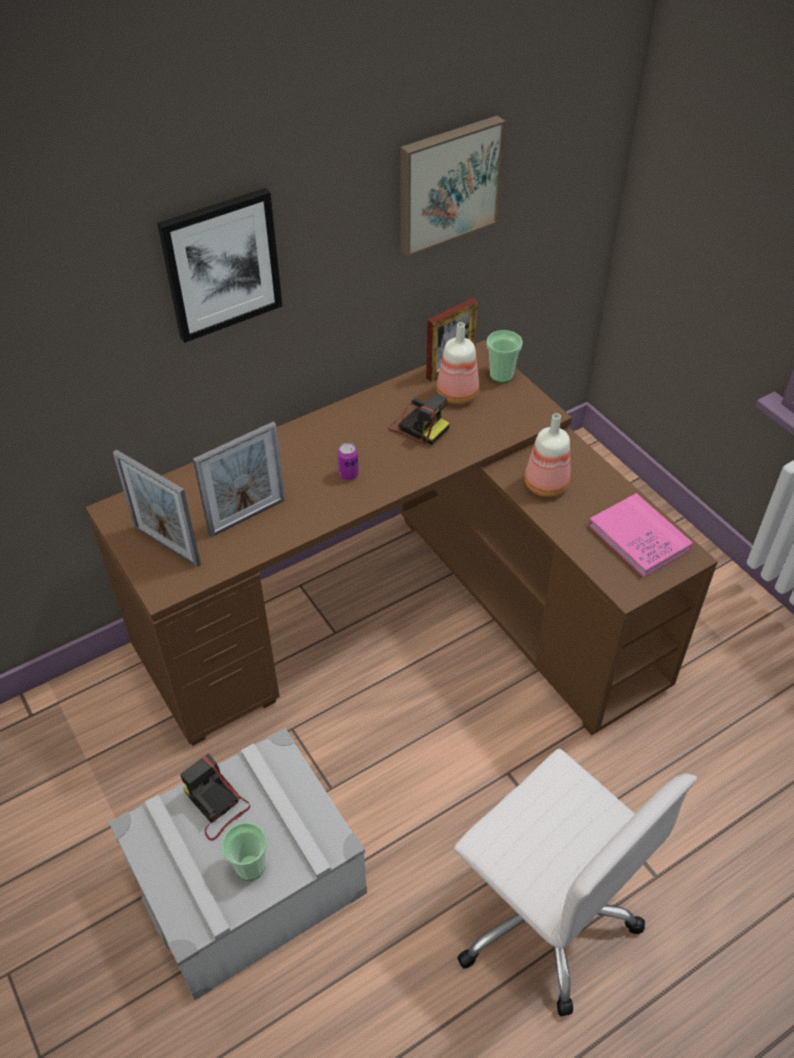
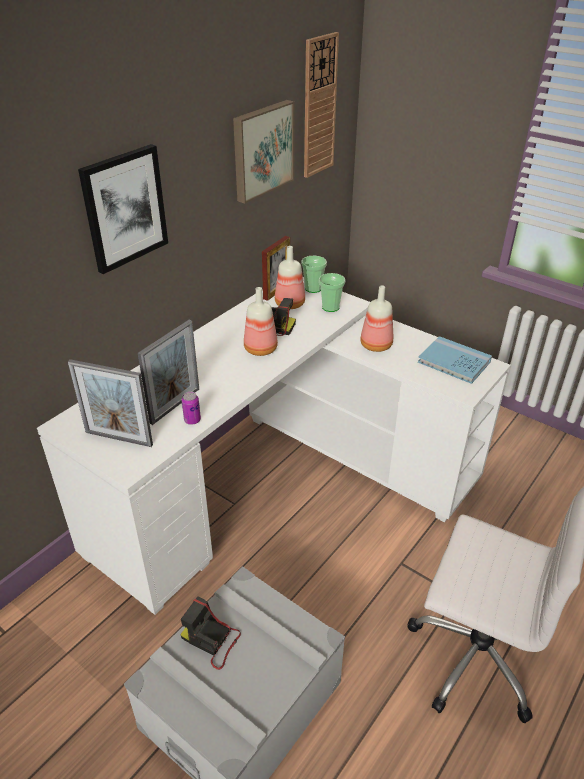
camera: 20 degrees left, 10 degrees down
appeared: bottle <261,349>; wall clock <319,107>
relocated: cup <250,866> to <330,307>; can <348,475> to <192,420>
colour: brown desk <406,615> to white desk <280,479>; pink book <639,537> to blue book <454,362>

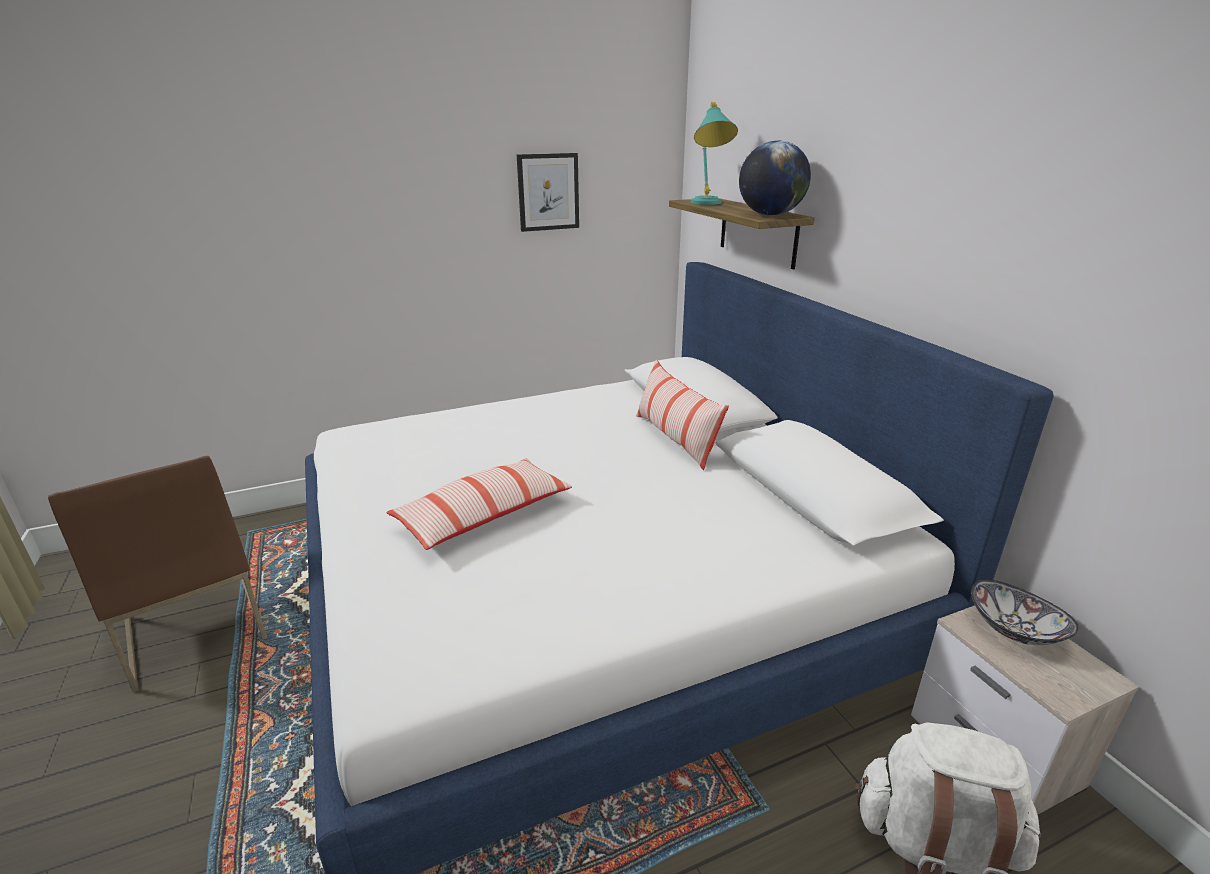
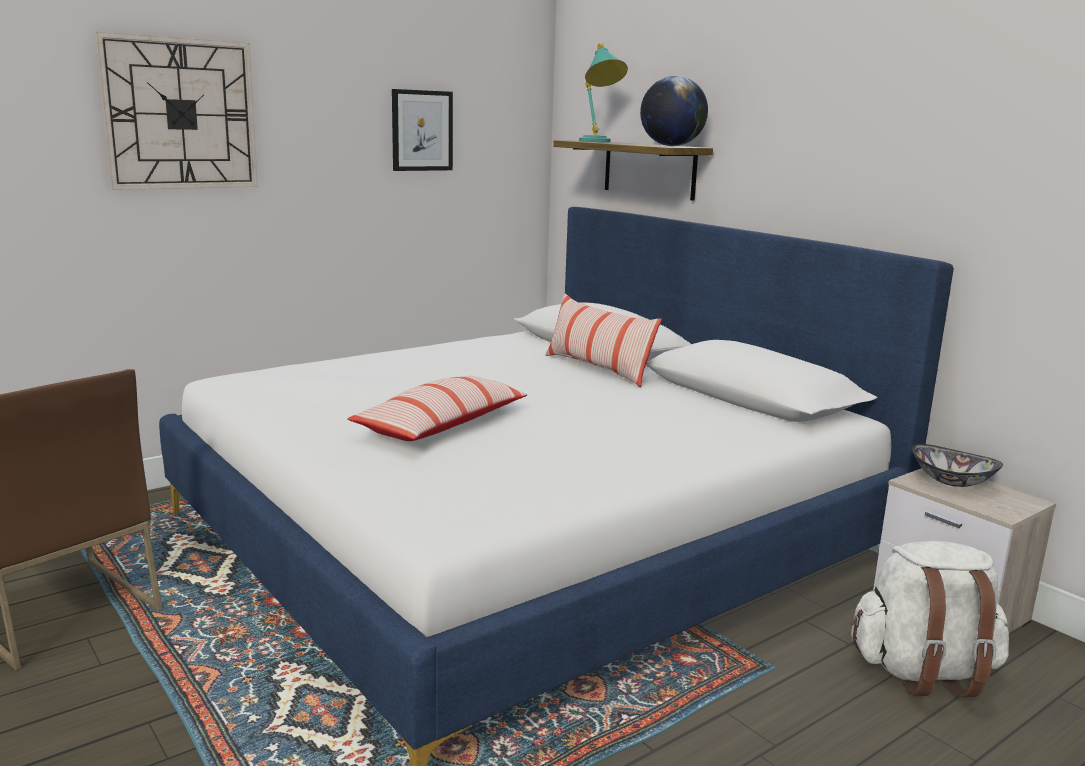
camera: 15 degrees left, 10 degrees down
appeared: wall clock <180,114>

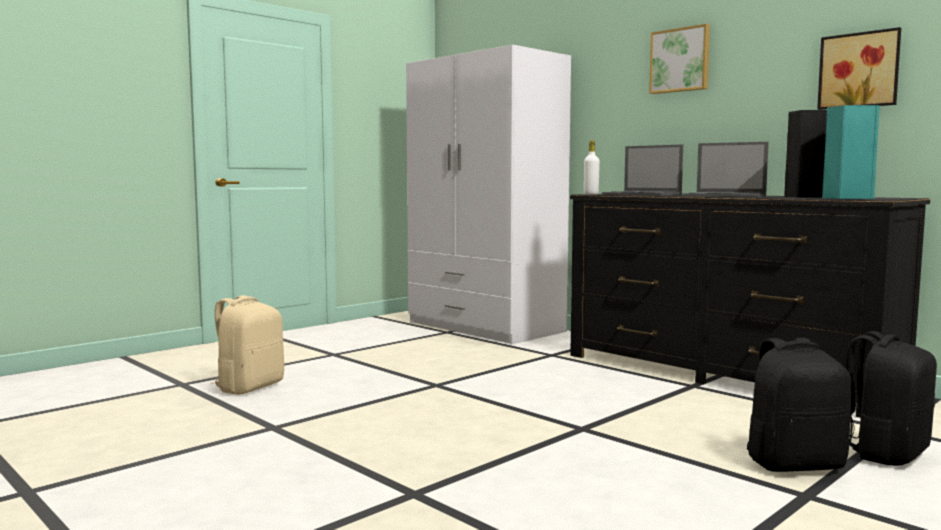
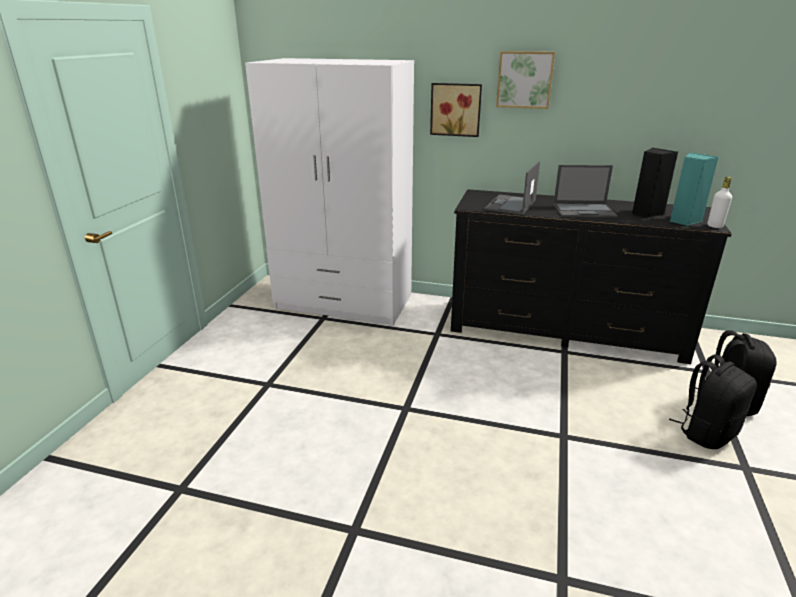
camera: 30 degrees left, 20 degrees up
missing: beige backpack <249,387>
relocated: white bottle <591,194> to <715,226>; picture <859,70> to <456,109>
spun: laptop <642,194> = <510,205> 105 degrees clockwise

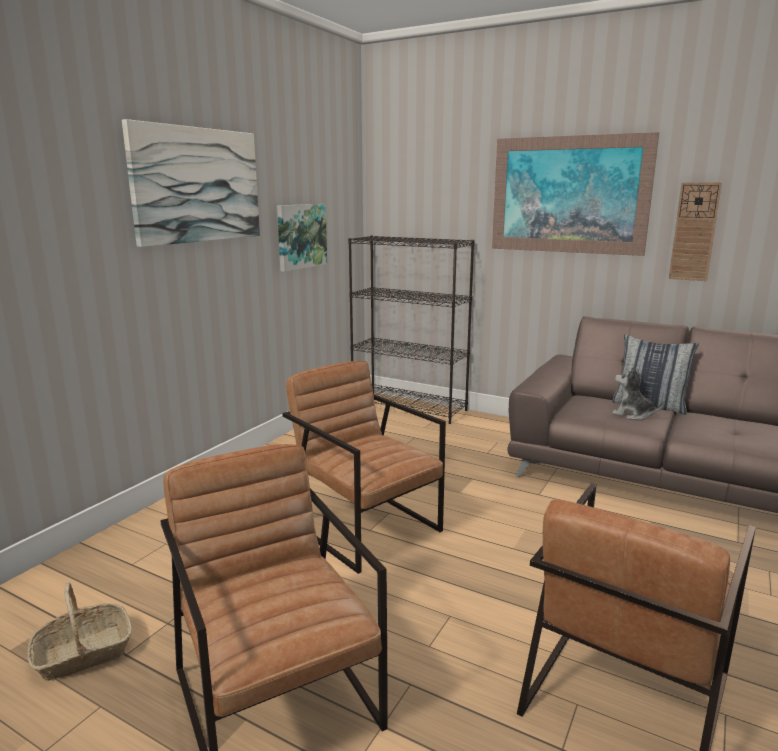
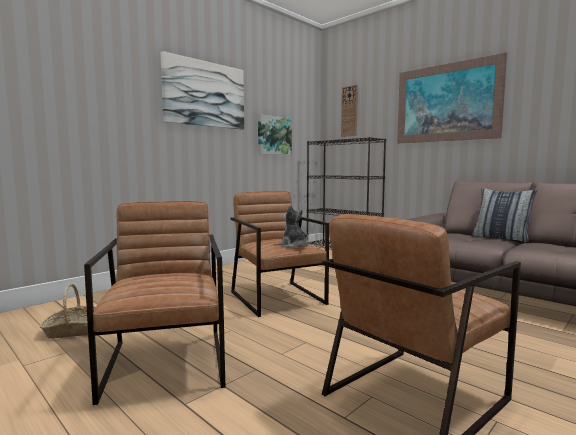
camera: 15 degrees right, 10 degrees down
relocated: plush toy <633,415> to <294,245>; wall clock <694,232> to <349,111>

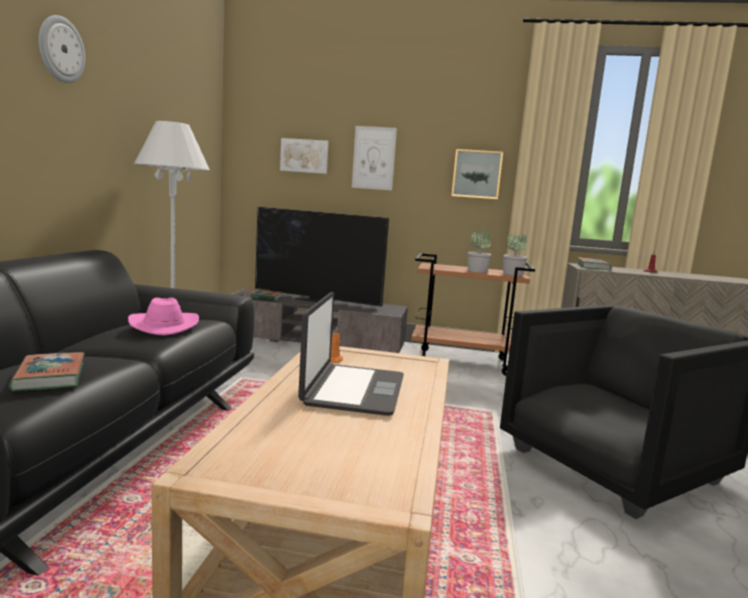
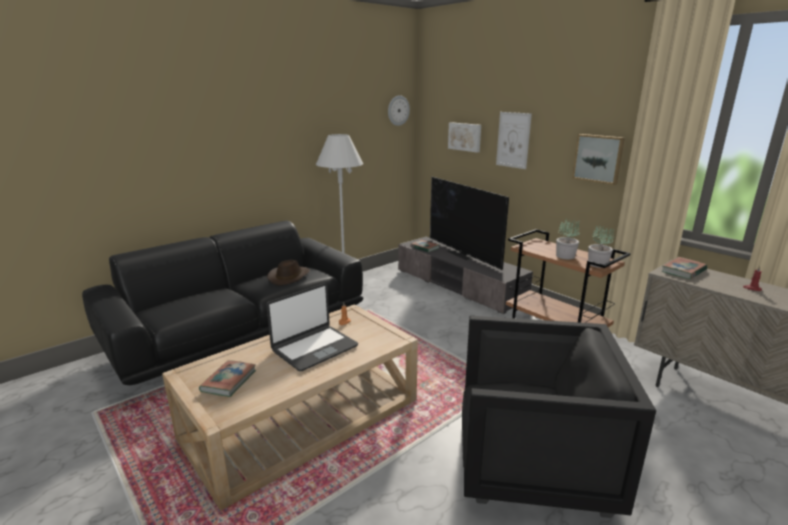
camera: 40 degrees right, 10 degrees up
relocated: book <50,376> to <229,381>; wall clock <61,49> to <398,110>
colour: pink hat <163,325> to brown hat <289,277>

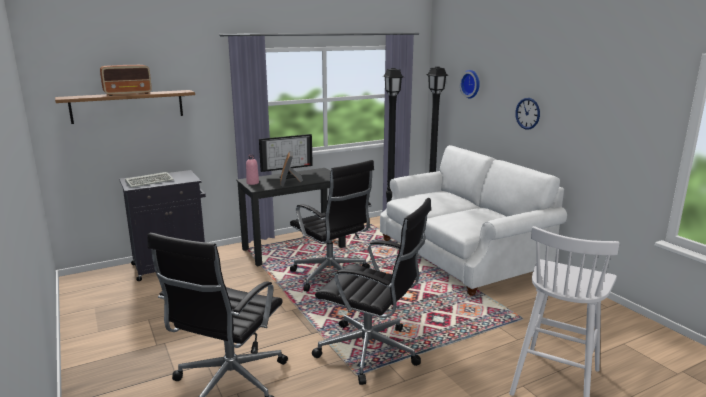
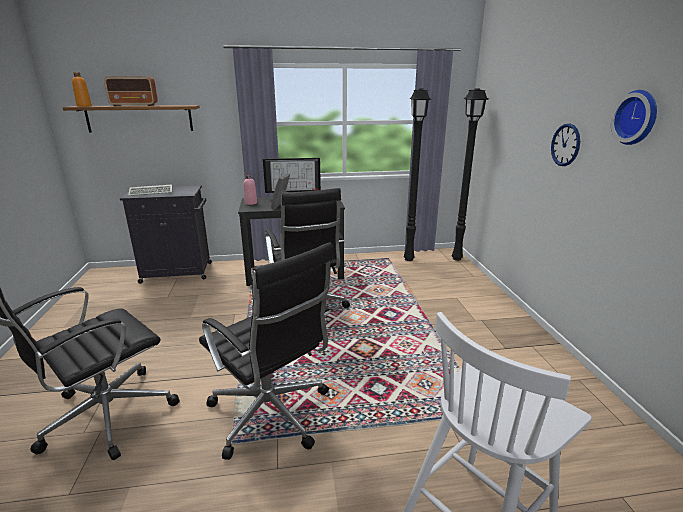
camera: 20 degrees right, 5 degrees up
missing: white sofa <461,255>
appeared: orange bottle <84,106>
relocated: wall clock <471,84> to <637,117>

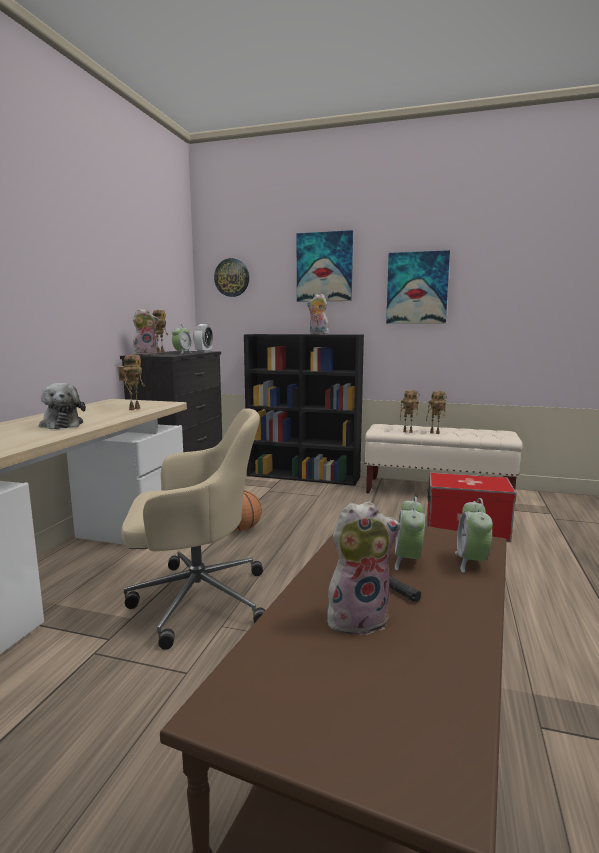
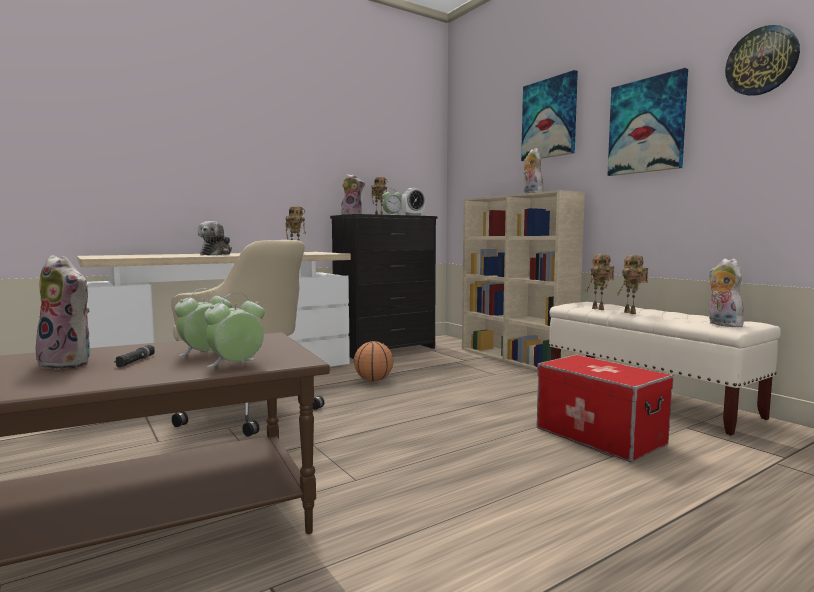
camera: 40 degrees right, 5 degrees down
appeared: plush toy <722,324>
relocated: wall clock <232,277> to <761,61>
colour: black bookcase <304,476> to beige bookcase <516,358>

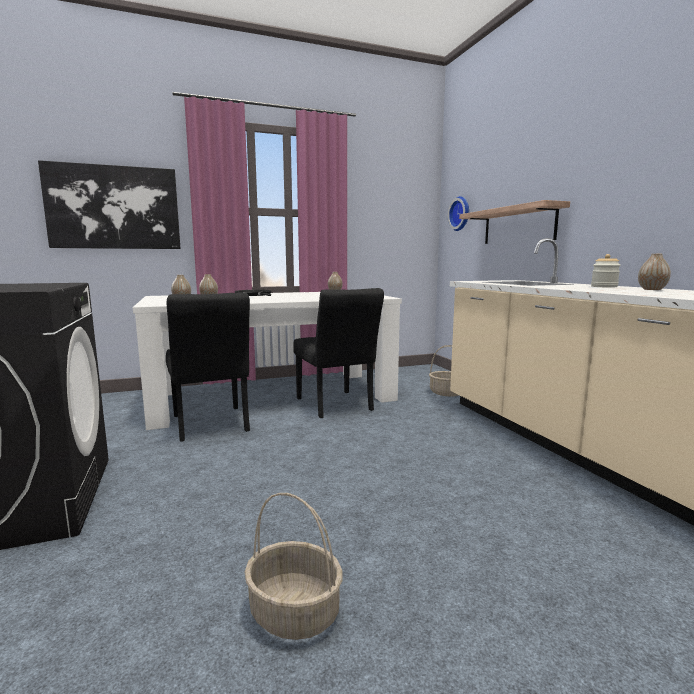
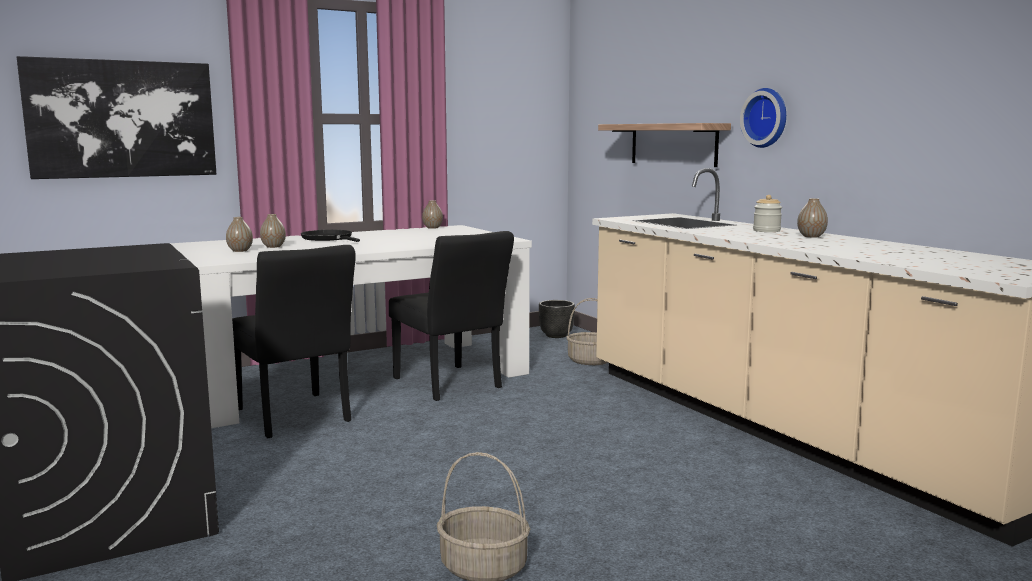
camera: 10 degrees left, 0 degrees up
appeared: black planter <555,335>
relocated: wall clock <461,213> to <767,118>

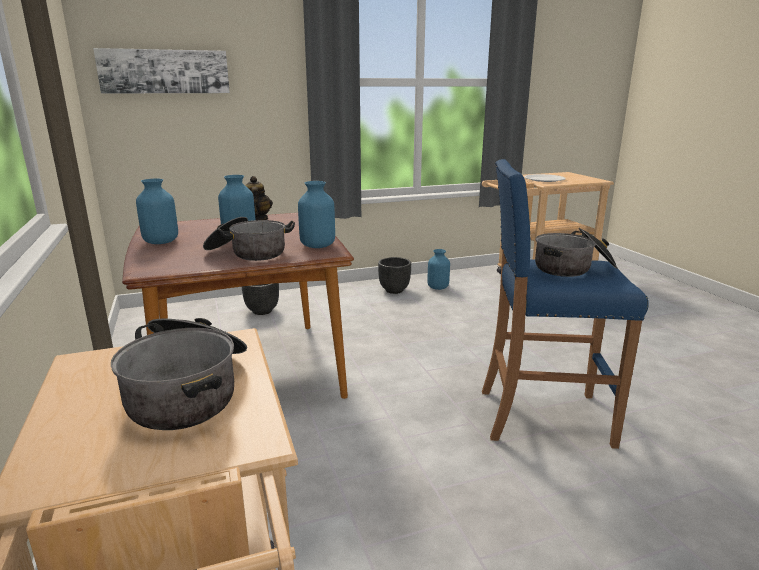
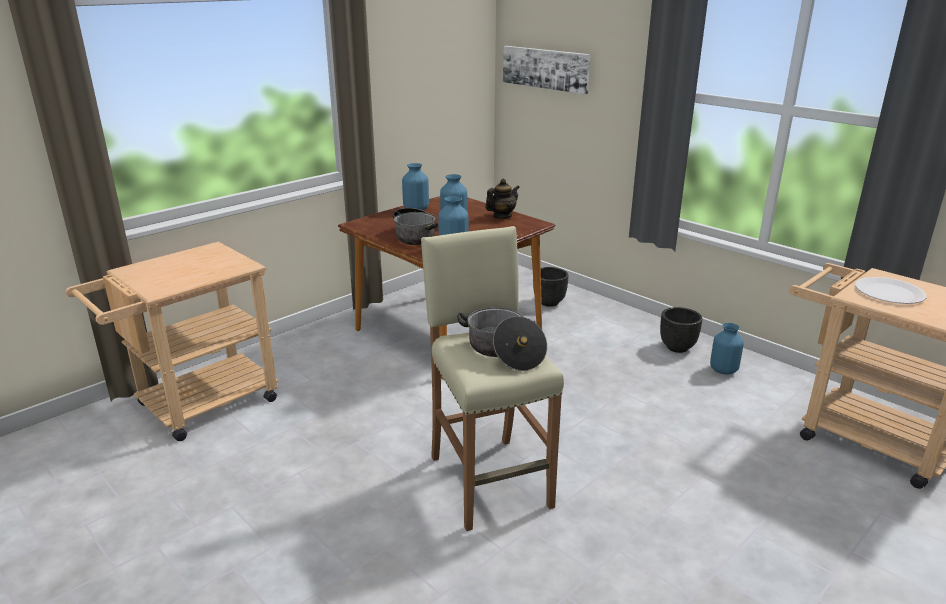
camera: 65 degrees right, 5 degrees up
missing: cooking pot <190,391>
colour: blue stool <542,416> to beige stool <489,480>

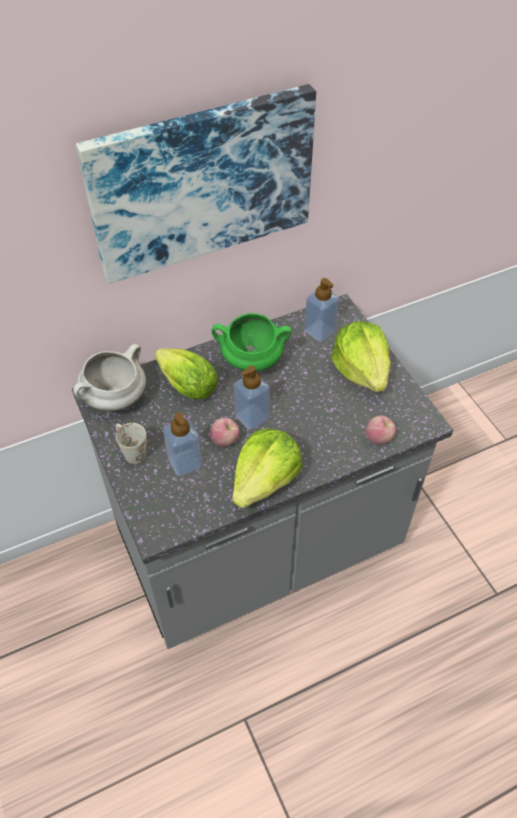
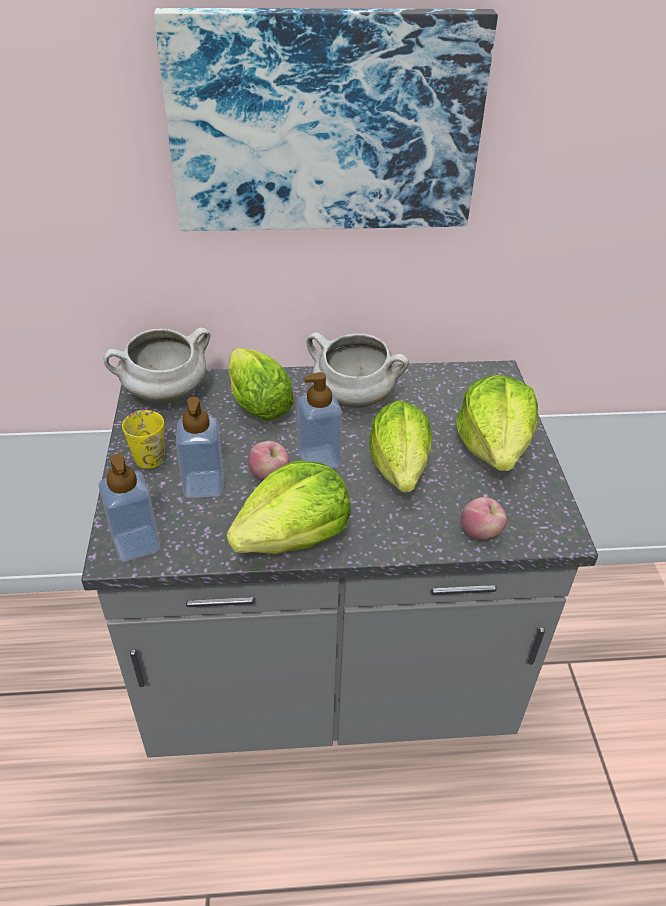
camera: 20 degrees right, 10 degrees down
appeared: lettuce <399,473>
relocated: soap dispenser <319,331> to <136,544>
colour: white mug <131,450> to yellow mug <147,453>; green cooking pot <251,360> to white cooking pot <352,398>

